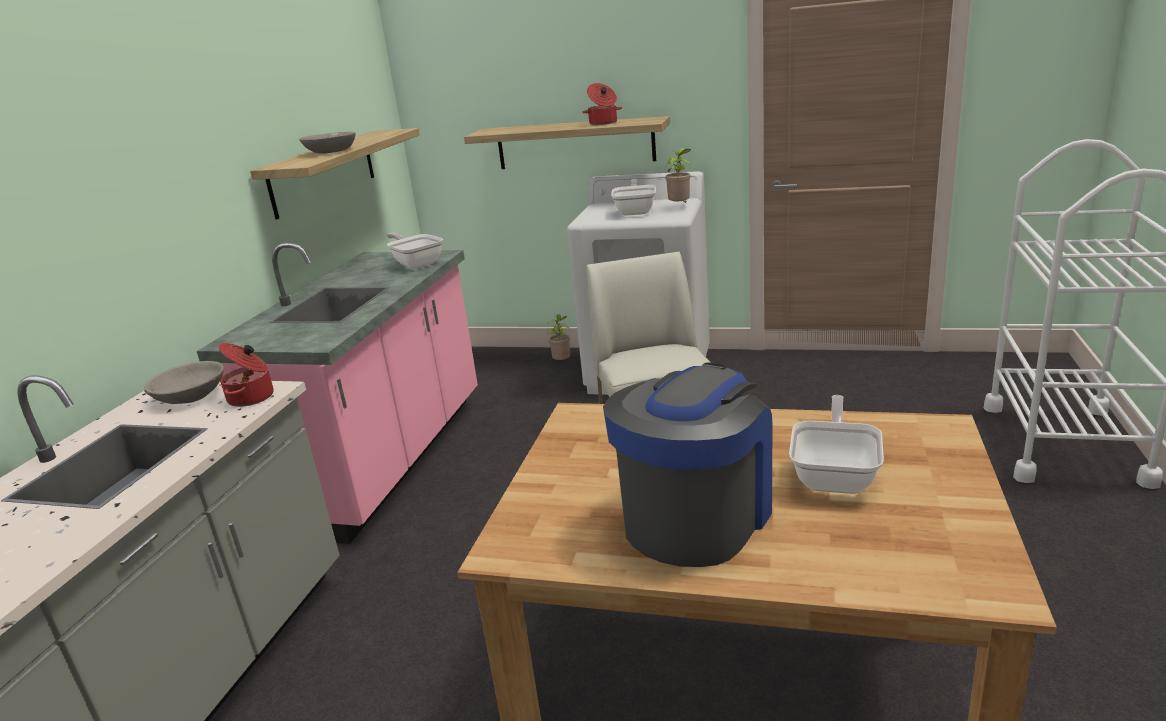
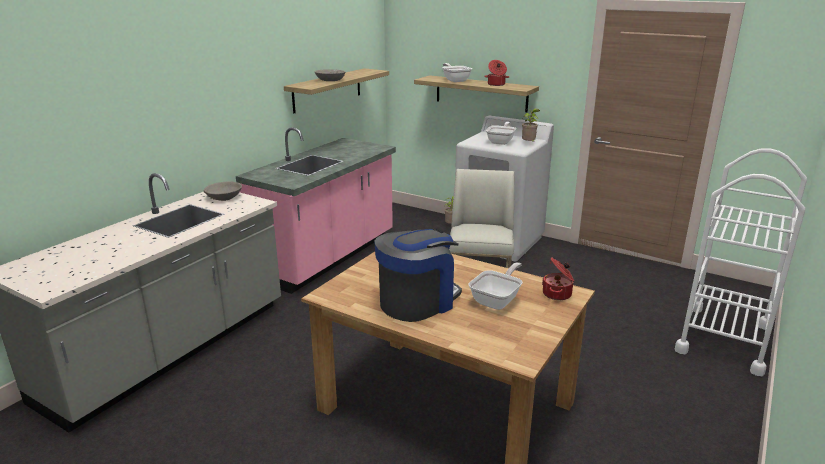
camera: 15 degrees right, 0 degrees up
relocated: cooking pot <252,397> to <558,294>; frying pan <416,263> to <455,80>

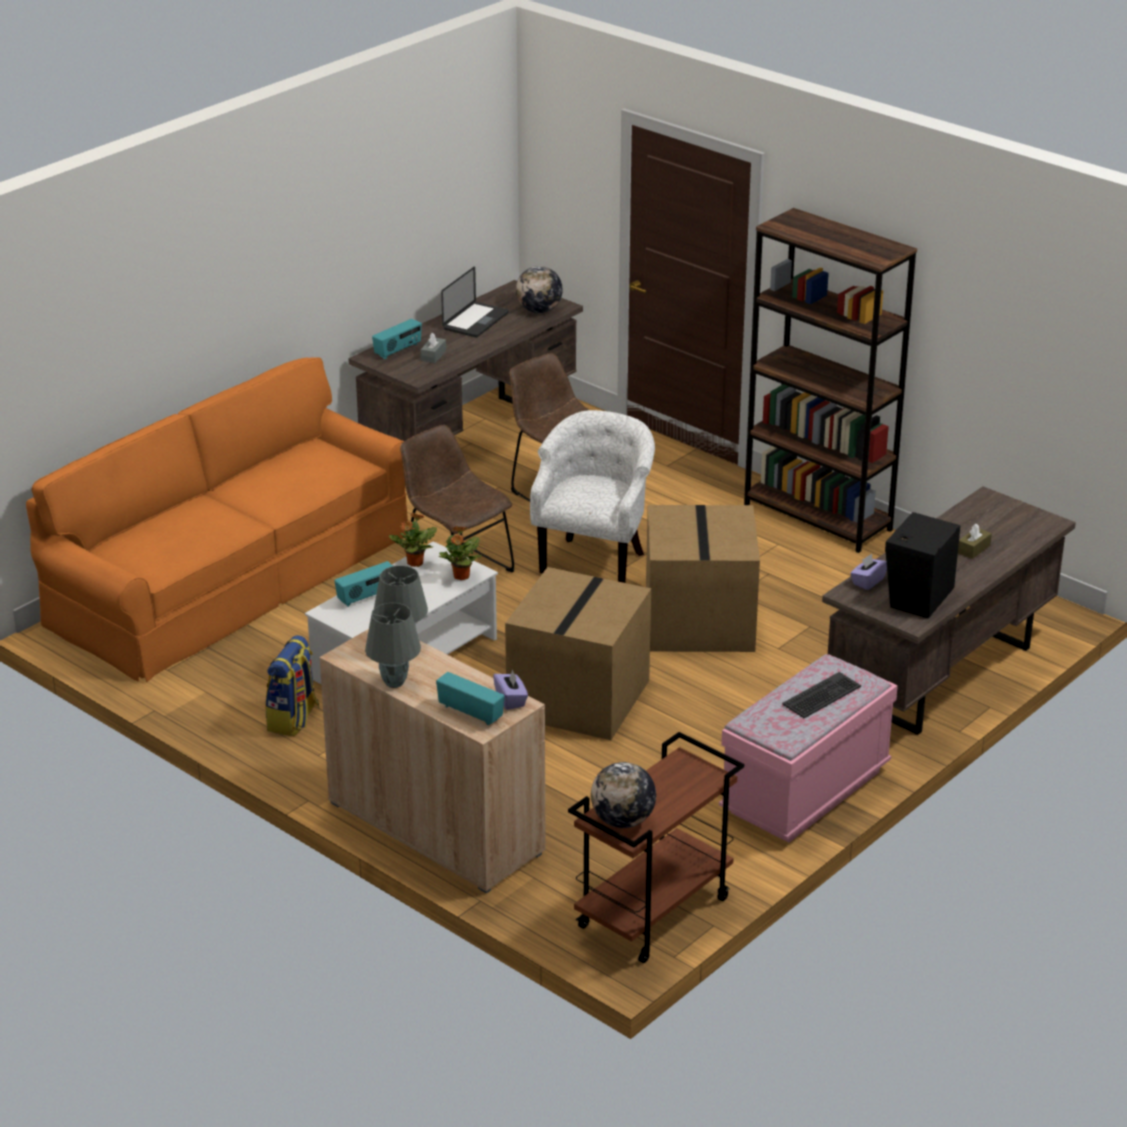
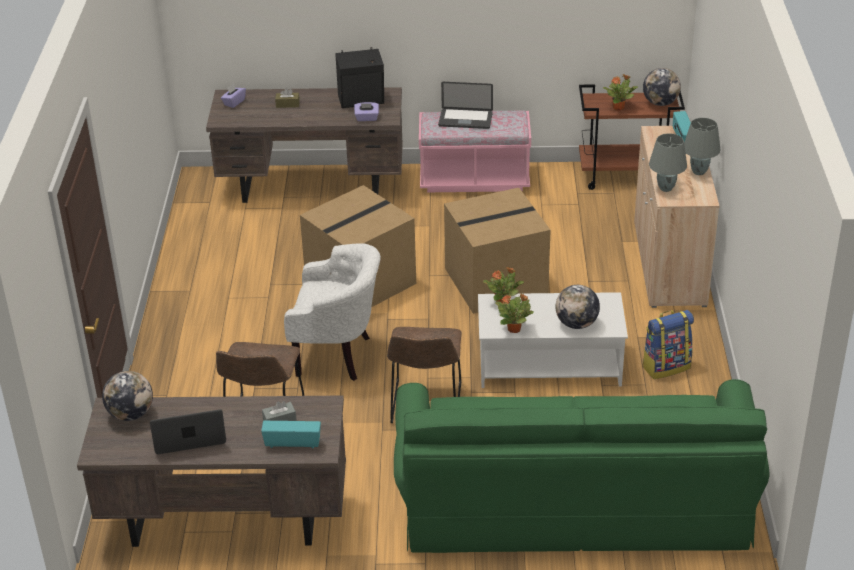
camera: 130 degrees left, 5 degrees up
missing: brown bookcase <818,517>
appeared: potted plant <619,108>
relocated: purple tissue box <511,700> to <234,102>
exchanged: radio <366,597> to globe <576,324>; keyboard <822,696> to laptop <465,120>
colour: orange sofa <232,579> to green sofa <573,500>
spun: white armchair <595,560> = <338,356> 150 degrees counterclockwise

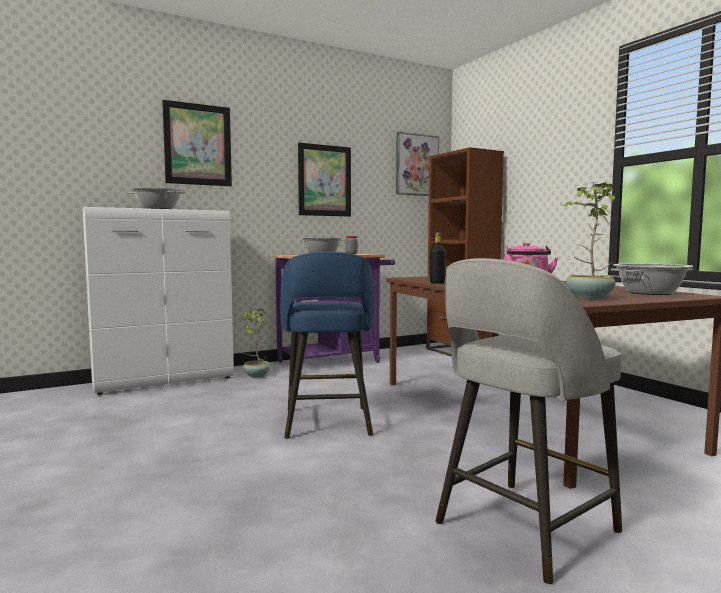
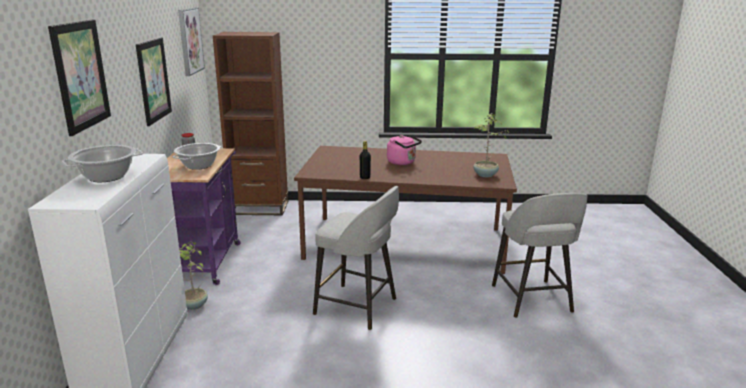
camera: 60 degrees left, 15 degrees up
missing: cooking pot <650,293>
colour: blue stool <327,423> to grey stool <358,307>

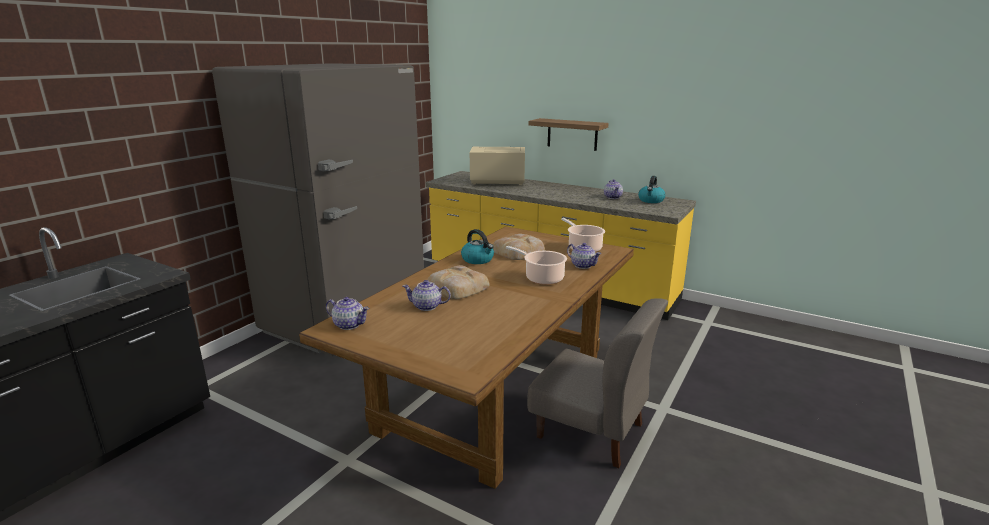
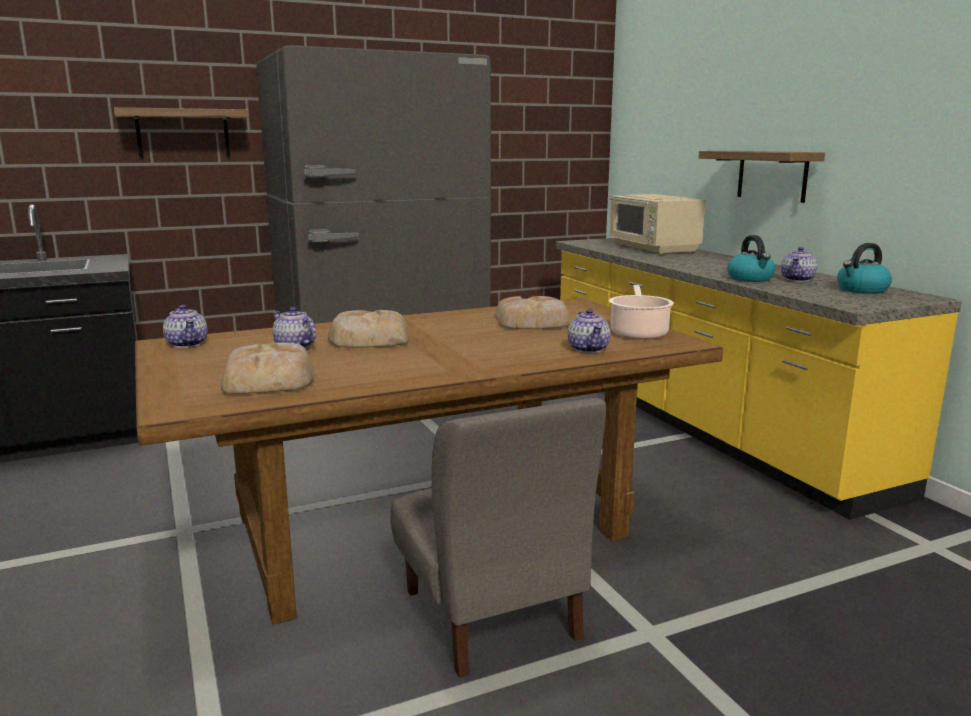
camera: 35 degrees right, 5 degrees down
missing: cooking pot <542,278>
appeared: shelf <183,133>; bread <269,379>
relocated: kettle <478,260> to <750,279>
spun: beige microwave <497,181> = <653,249> 150 degrees counterclockwise

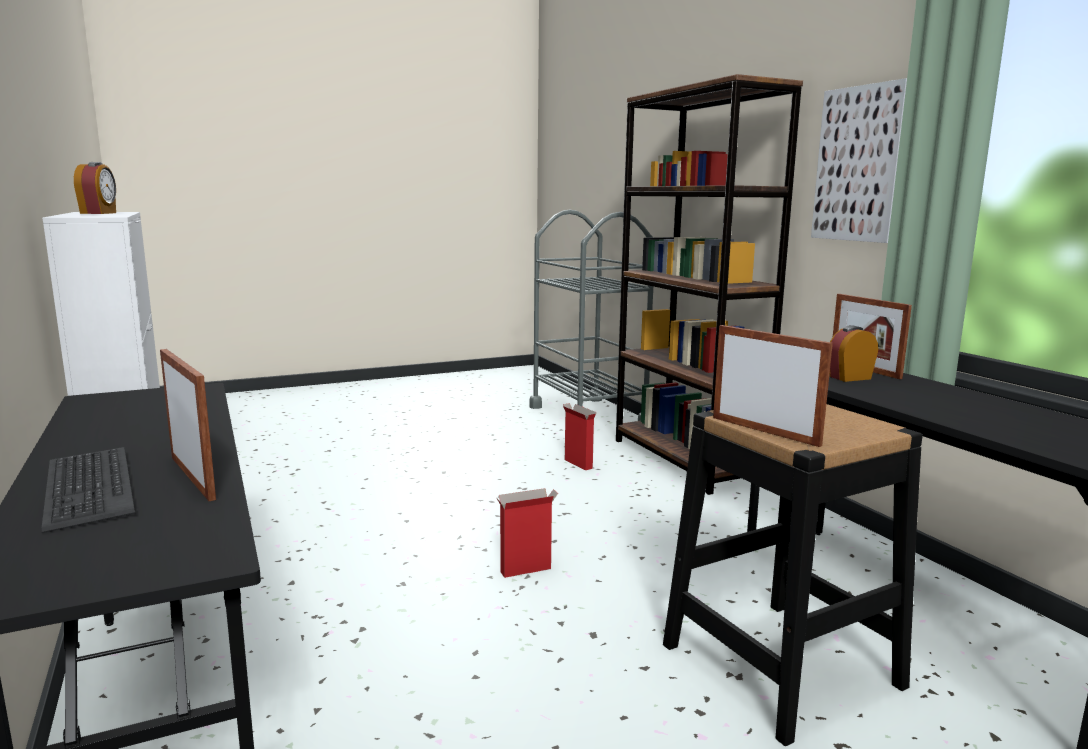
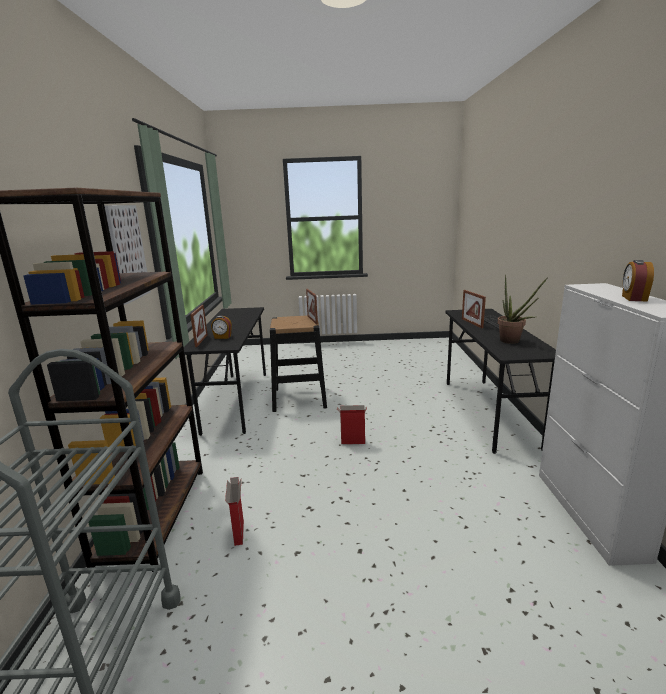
camera: 155 degrees left, 5 degrees up
appeared: potted plant <513,341>

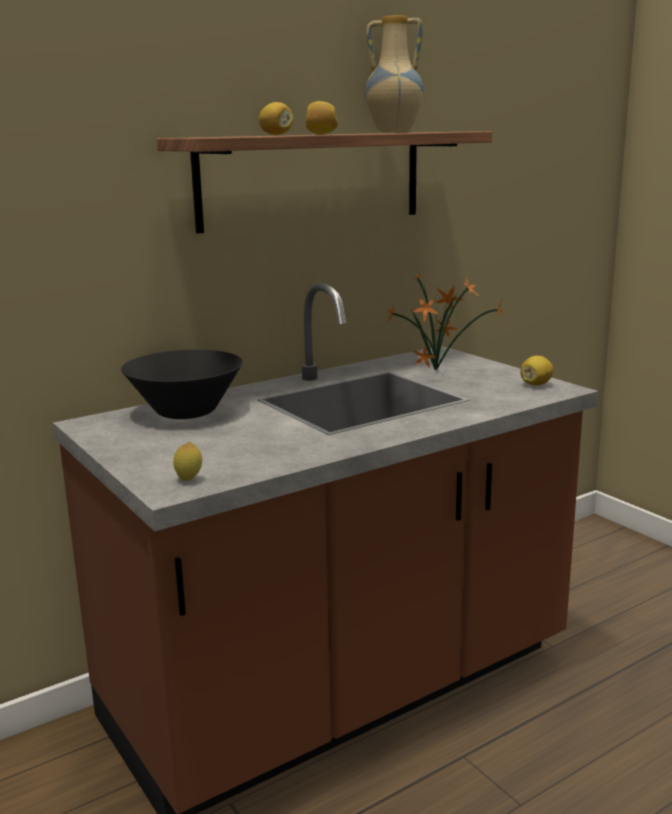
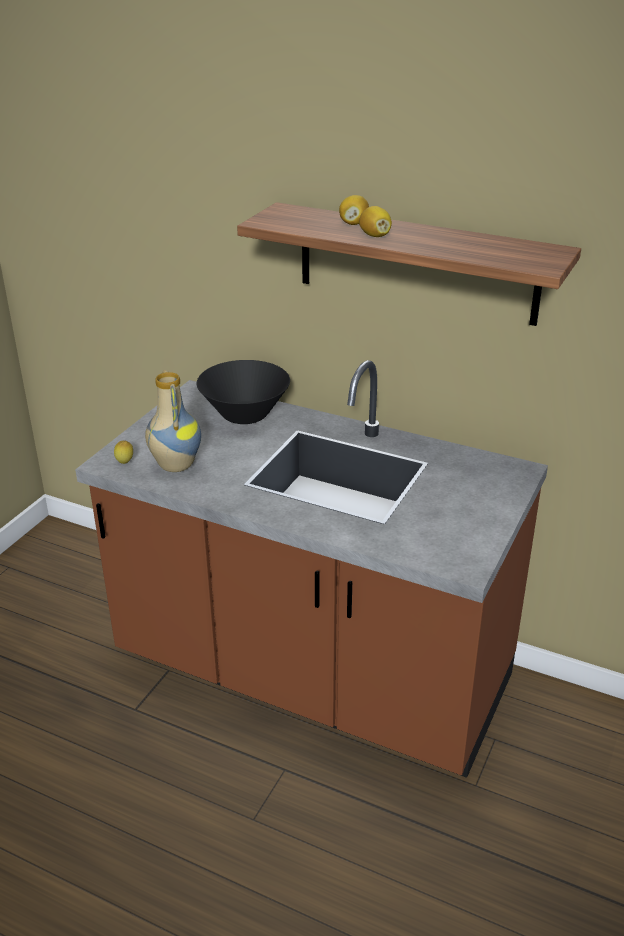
camera: 60 degrees right, 15 degrees up
missing: potted plant <437,371>; lemon <536,384>
relocated: vase <393,132> to <174,466>

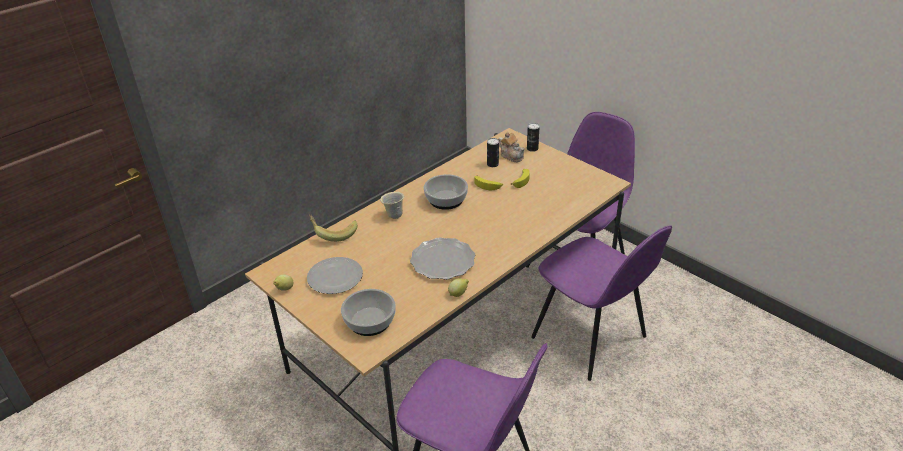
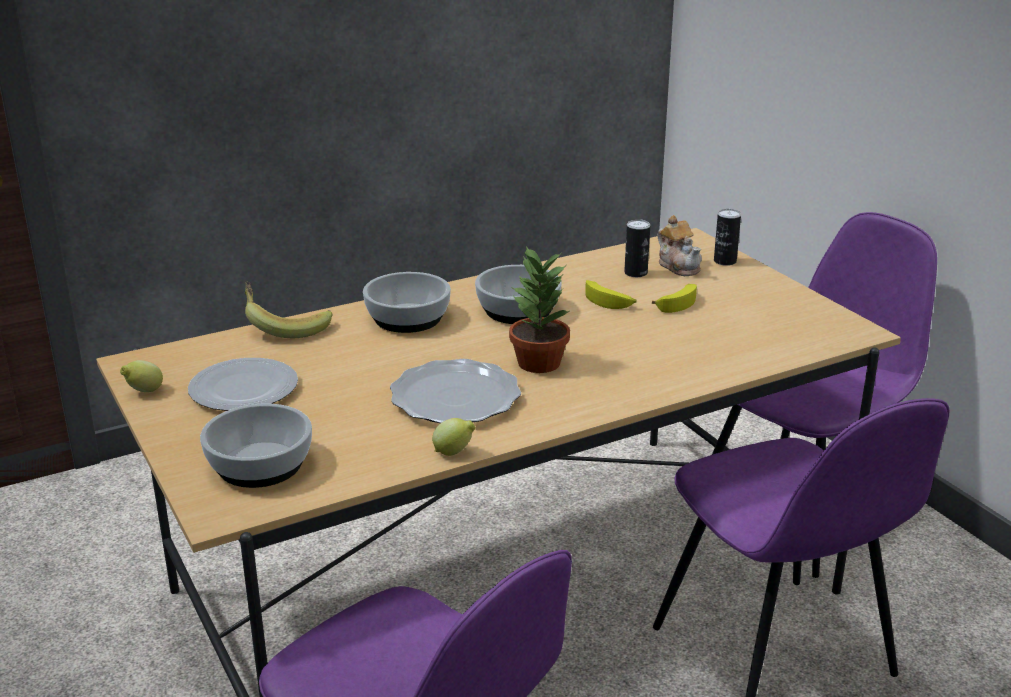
camera: 15 degrees right, 10 degrees down
appeared: potted plant <537,362>
exchanged: beige mug <393,215> to bowl <407,318>

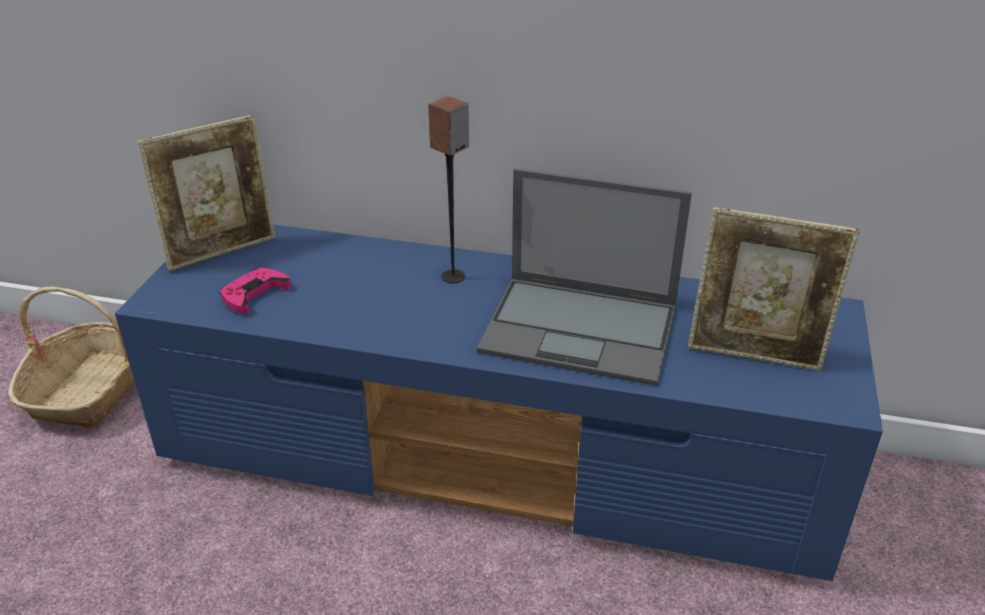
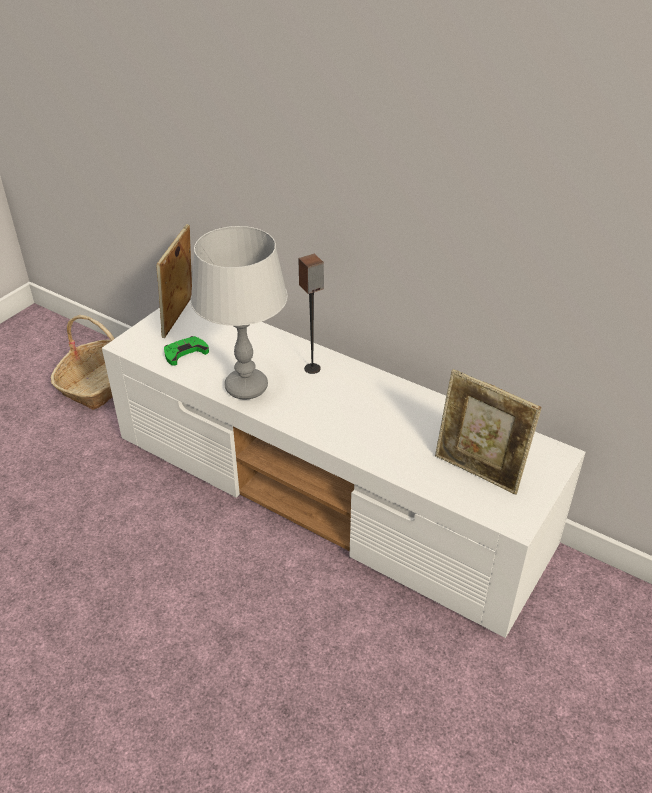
camera: 20 degrees right, 5 degrees up
missing: laptop <582,329>
appeared: grey table lamp <247,387>
colour: blue tv stand <497,458> to white tv stand <329,494>; pink game controller <254,294> to green game controller <185,353>
spun: picture frame <222,251> = <180,318> 120 degrees clockwise

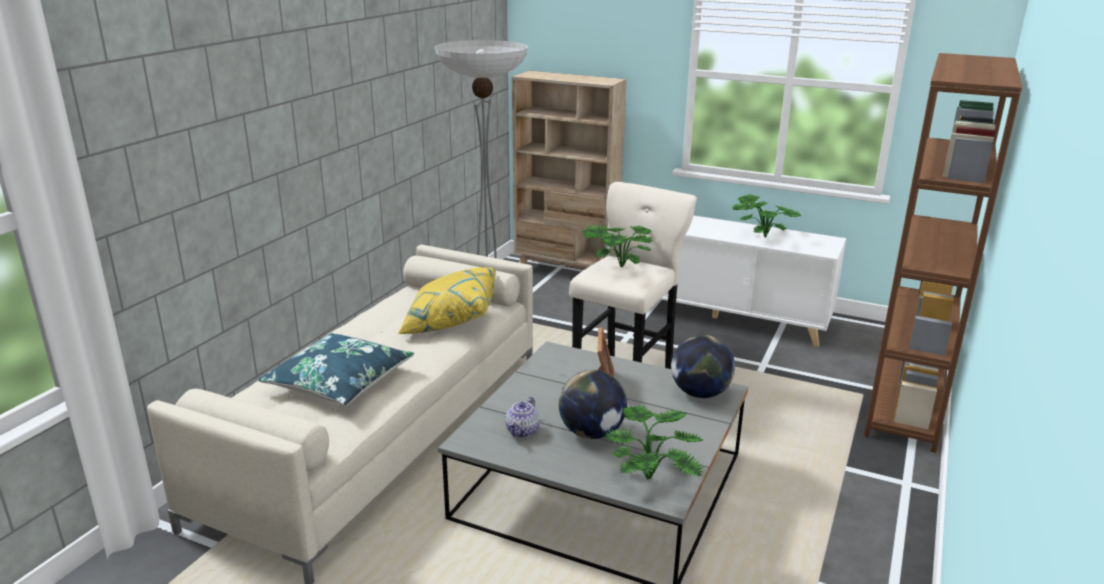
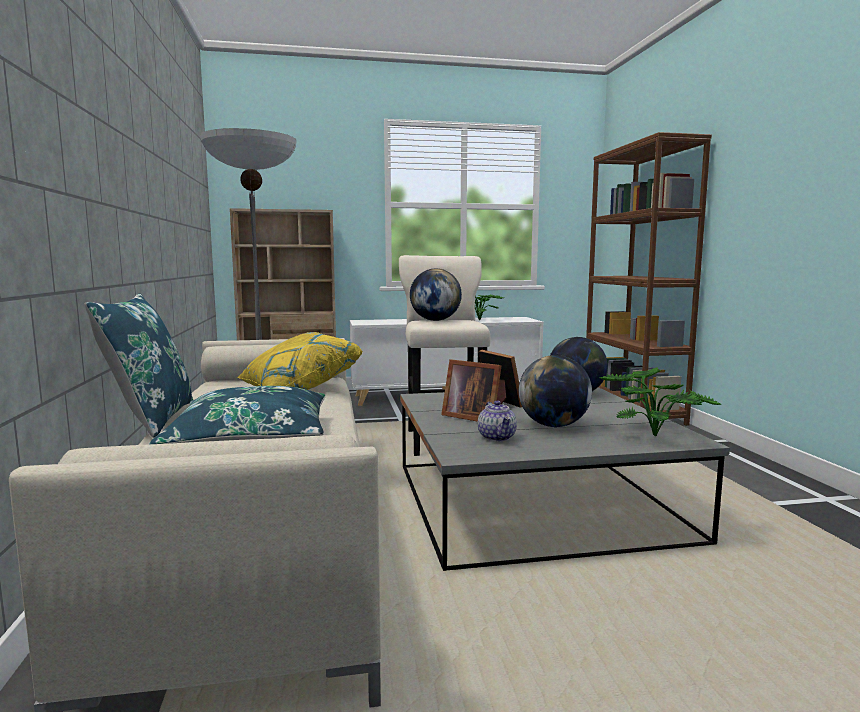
camera: 35 degrees left, 15 degrees down
appeared: blue pillow <151,419>; picture frame <470,417>
exchanged: potted plant <616,267> to globe <435,320>

